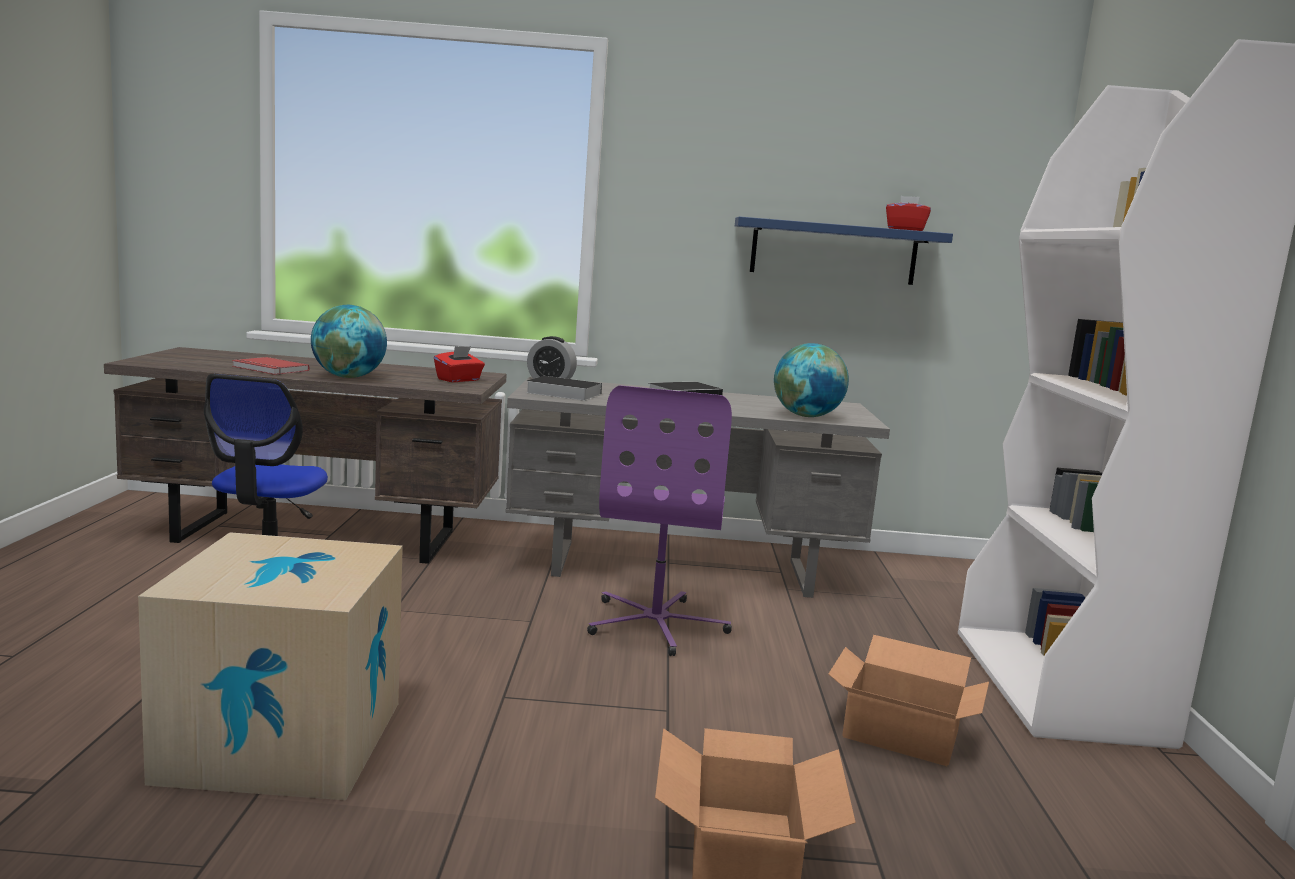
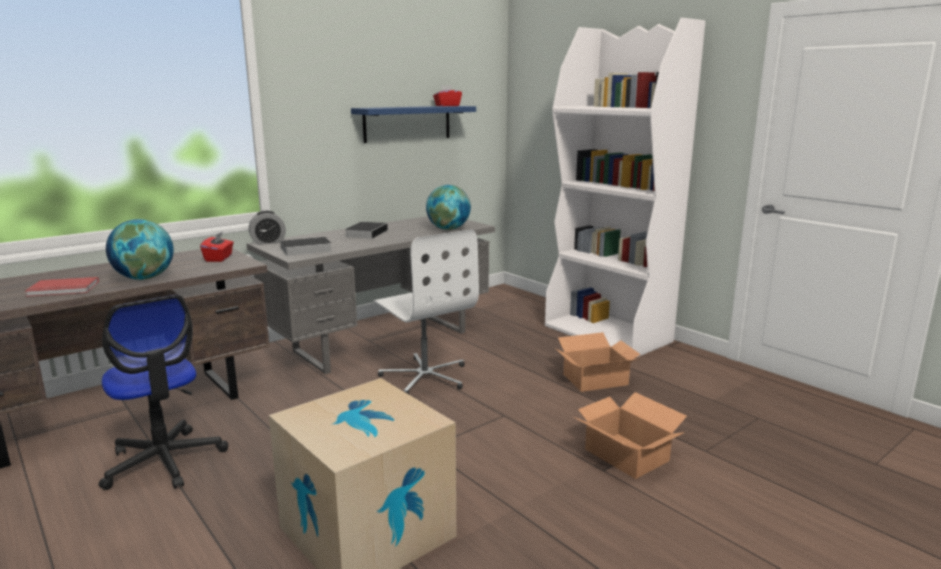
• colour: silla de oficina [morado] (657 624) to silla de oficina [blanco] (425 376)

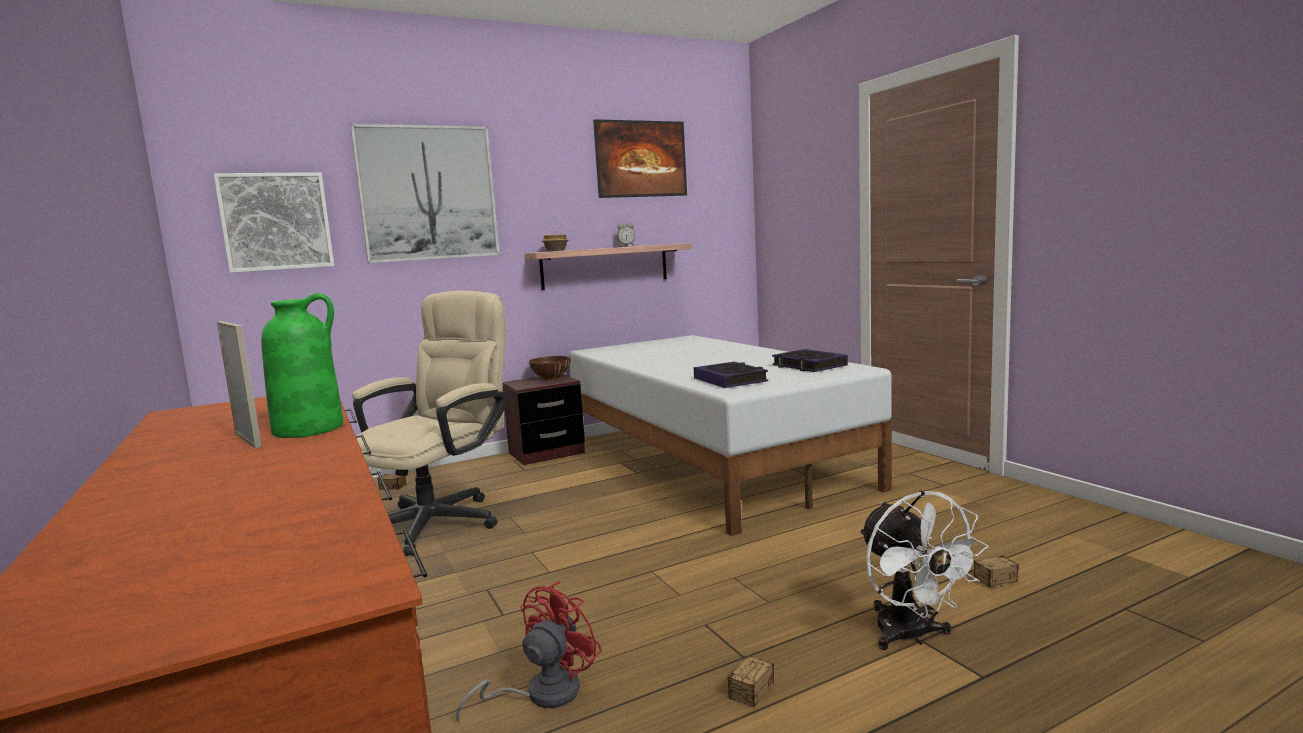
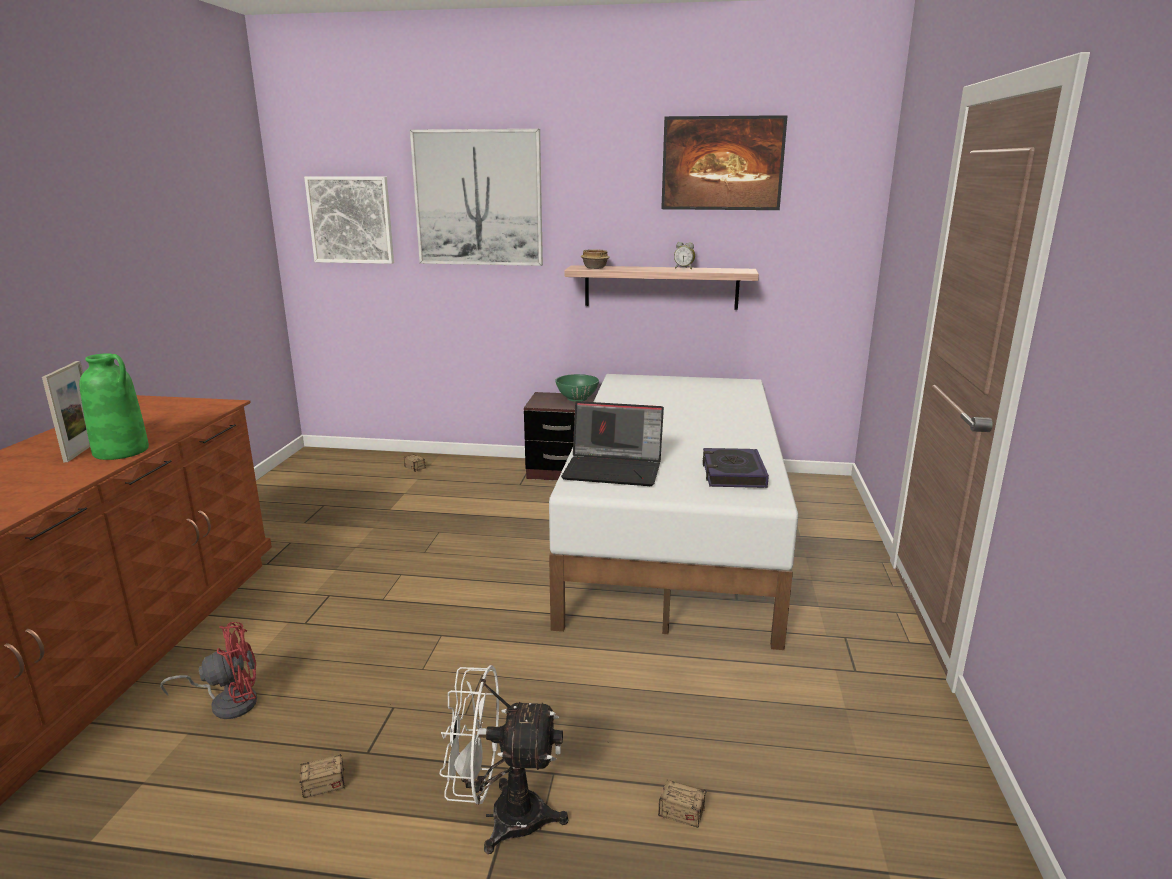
• missing: silla de oficina [beis] (442 519)
• colour: cuenco [marrón] (551 377) to cuenco [verde] (577 398)
• exchanged: libro (730 380) to portátil (614 469)
• spun: ventilador [blanco] (911 636) = (502 817) 75 degrees clockwise

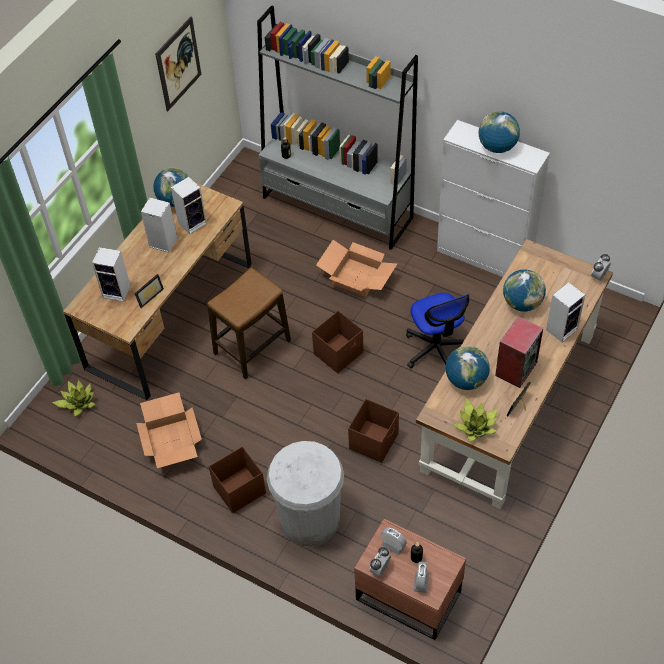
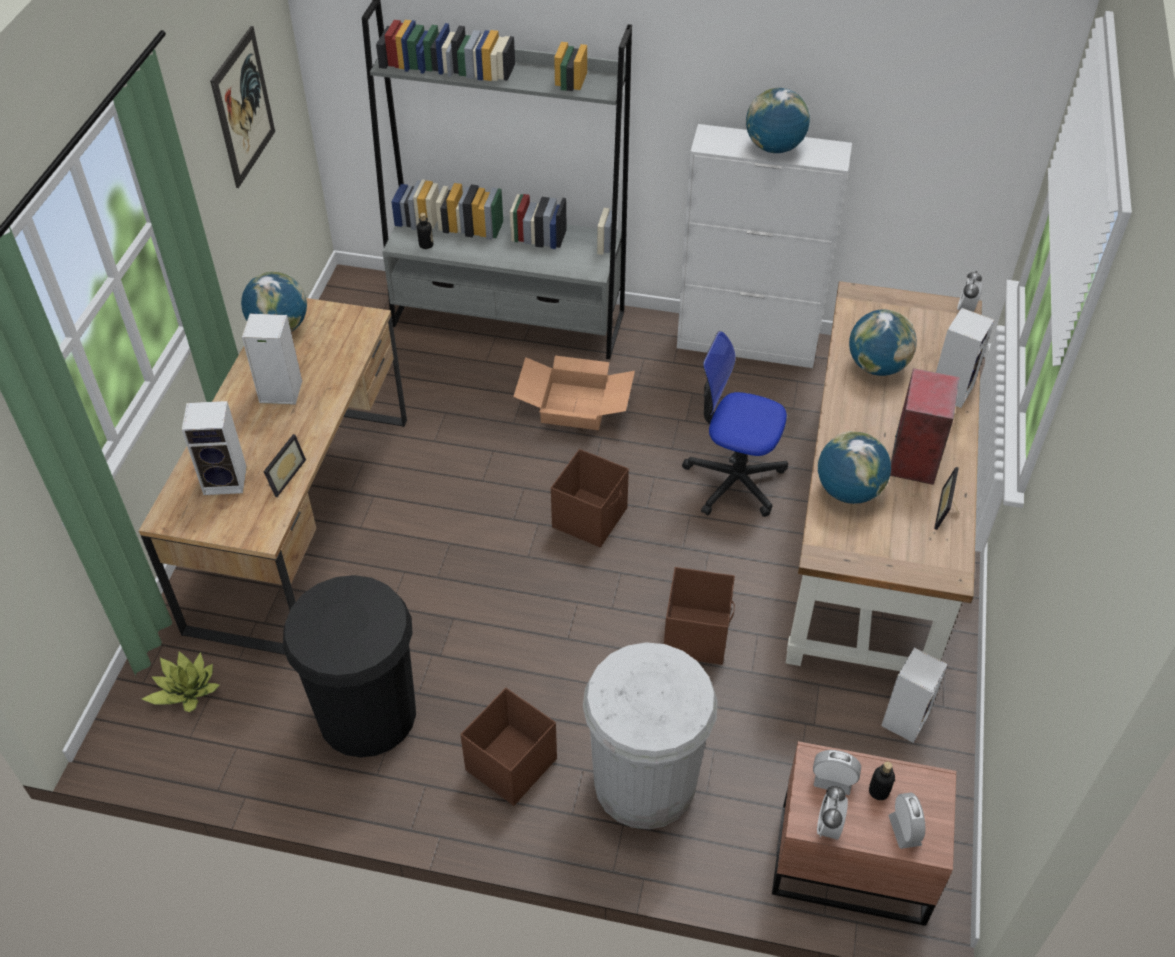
• exchanged: caja de cartón (170 441) to papelera [negro] (367 714)
• relocated: altavoz (193 222) to (905 718)
• missing: taburete (252 347)
• spun: silla de oficina (437 349) = (734 480) 150 degrees clockwise
• missing: planta en maceta (476 426)

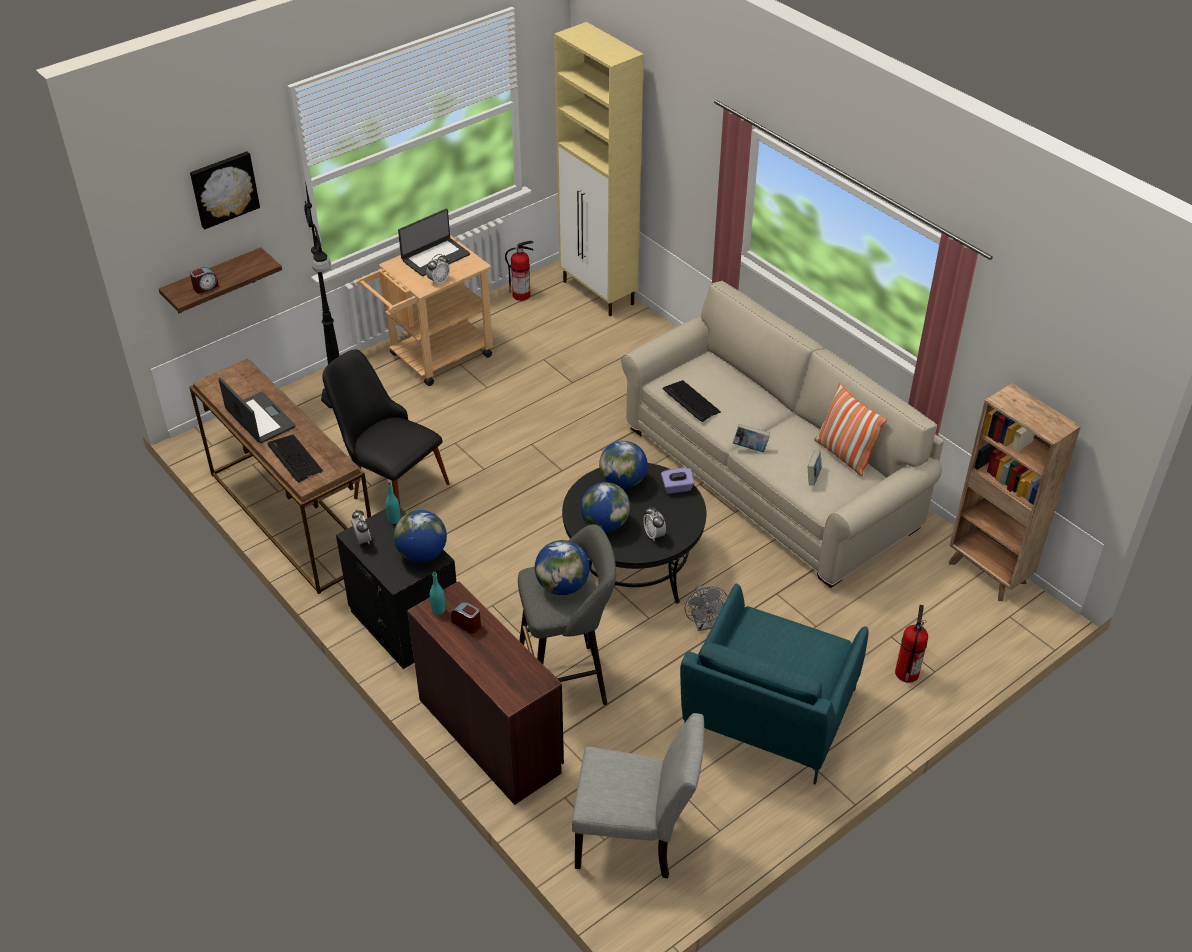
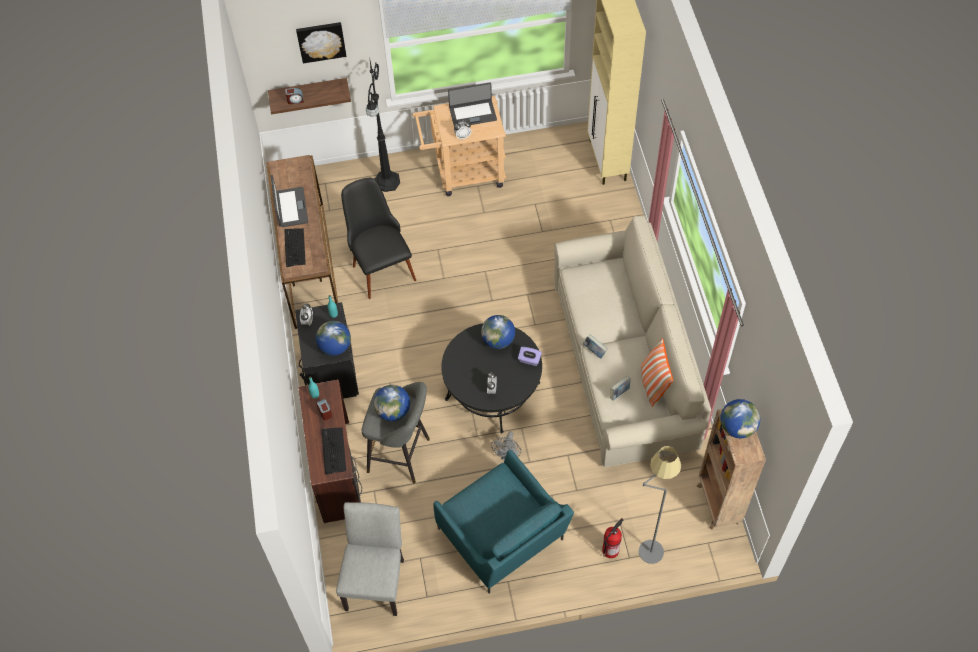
• missing: extintor (522 295)
• spun: silla [gris] (636 840) = (376 579) 120 degrees counterclockwise
• relocated: globo terráqueo (605 524) to (737 427)
• relocated: teclado (691 401) to (333 450)
• spun: sillón [turquesa] (767 717) = (503 538) 90 degrees counterclockwise
• appeared: lámpara de pie [gris] (649 540)

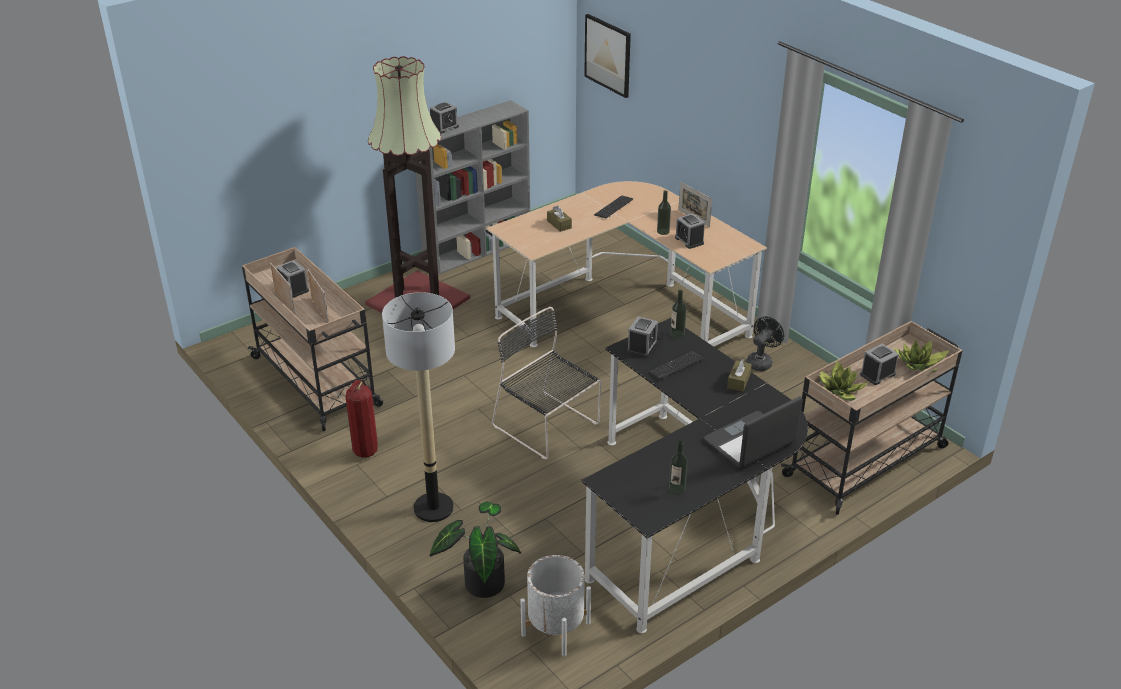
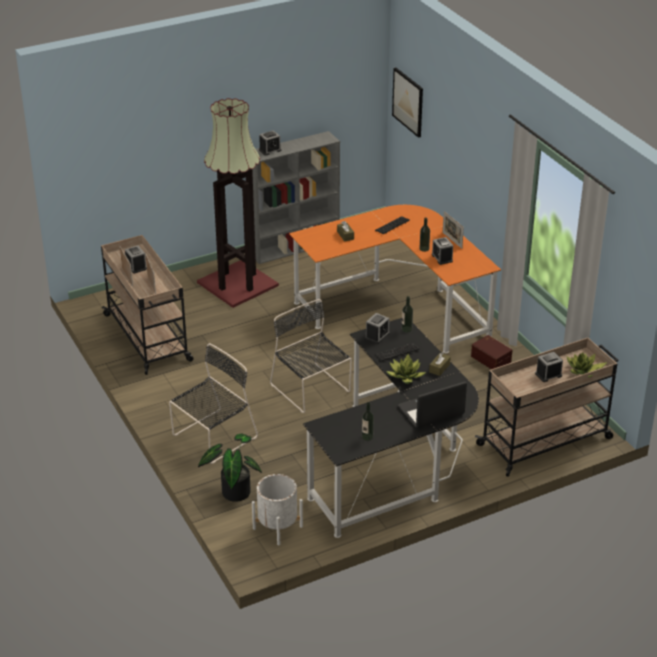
• missing: extintor (366 450)
• exchanged: lámpara de pie (434 508) to silla [negro] (213 437)
• colour: escritorio [beis] (624 310) to escritorio [naranja] (396 307)
• exchanged: ventilador [negro] (761 361) to caja de almacenaje [marrón] (491 358)
• relocated: planta en maceta (839 391) to (405 376)

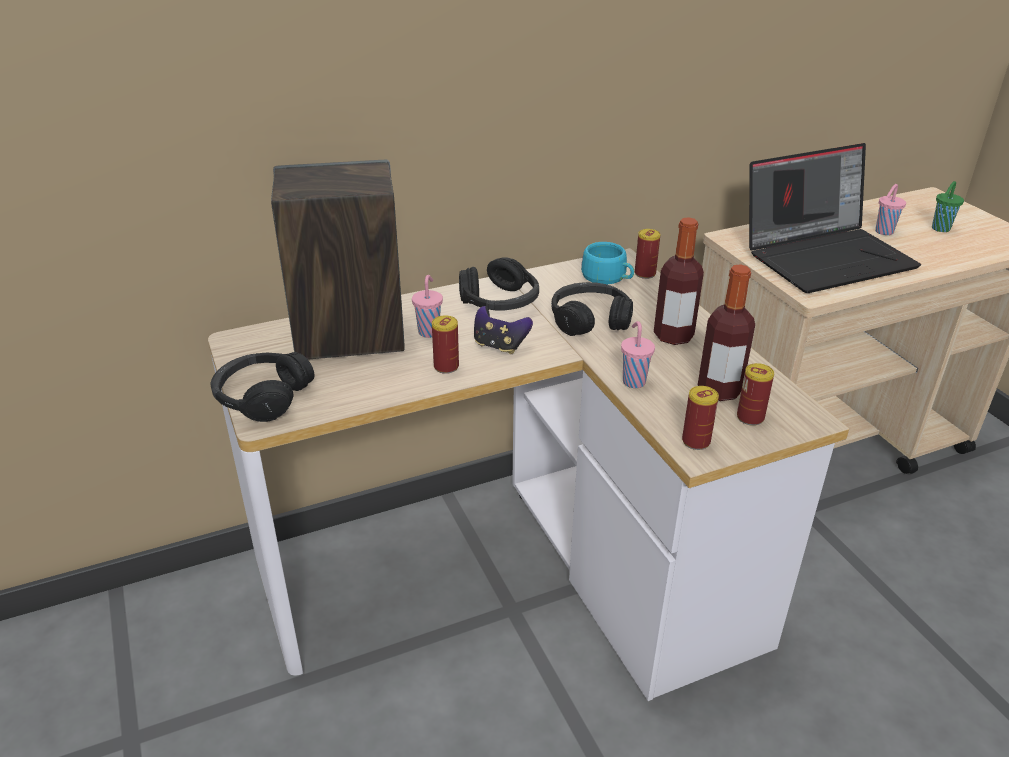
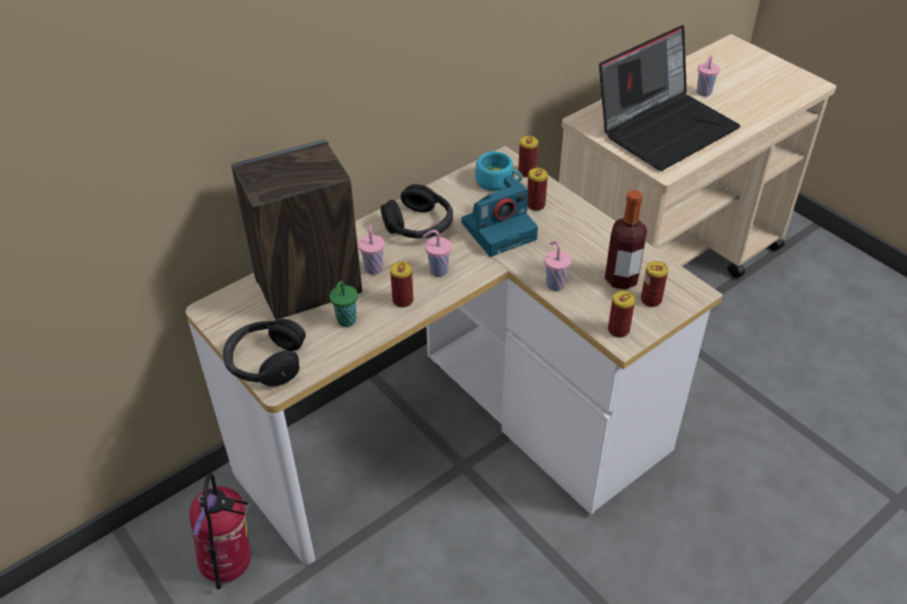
• exchanged: mando de consola (499 346) to taza [rosa] (437 271)
• exchanged: auriculares [negro] (590 320) to cámara (500 230)
• missing: botella (673 336)
• relocated: taza [verde] (940 229) to (345 321)
• appeared: extintor (230 568)
• appeared: lata (535 205)

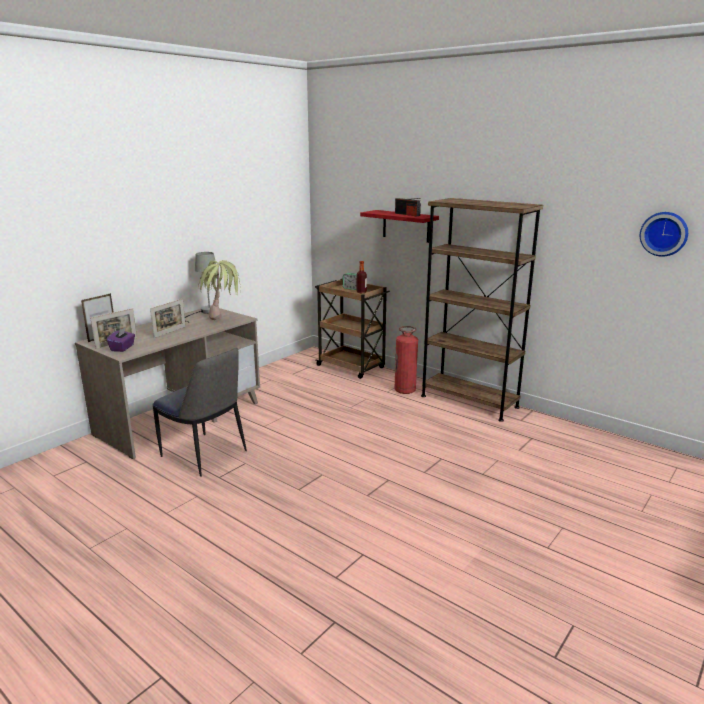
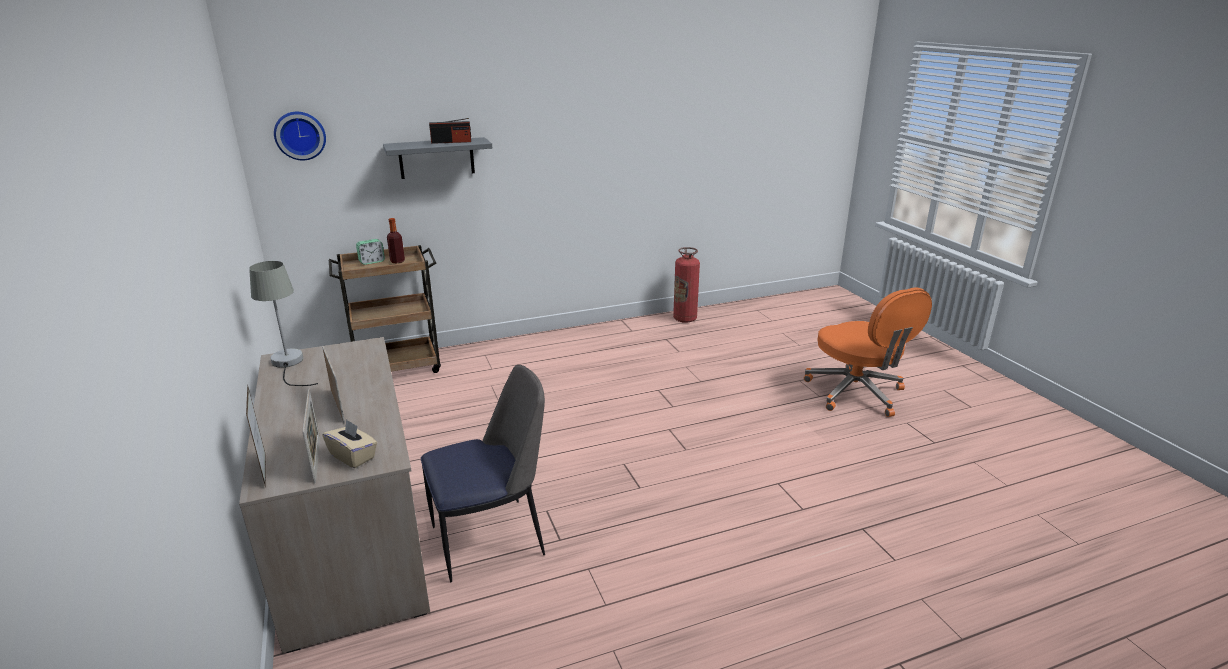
• colour: caja de pañuelos [morado] (123 348) to caja de pañuelos [beis] (353 456)
• missing: planta en maceta (223 322)
• colour: estante [rojo] (406 226) to estante [gris] (436 158)
• relocated: extintor (405 390) to (685 319)
• missing: estantería [marrón] (469 401)
• relocated: reloj de pared (664 233) to (300 135)
• appeared: silla de oficina [naranja] (856 393)

